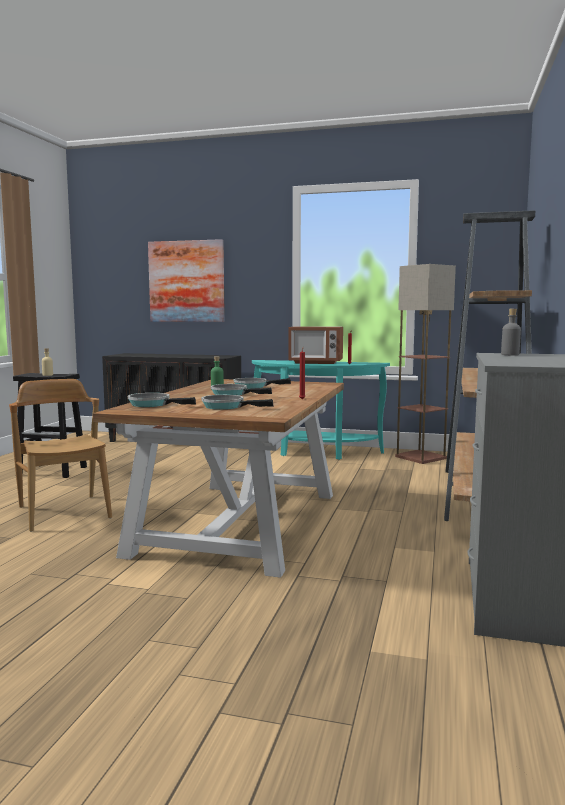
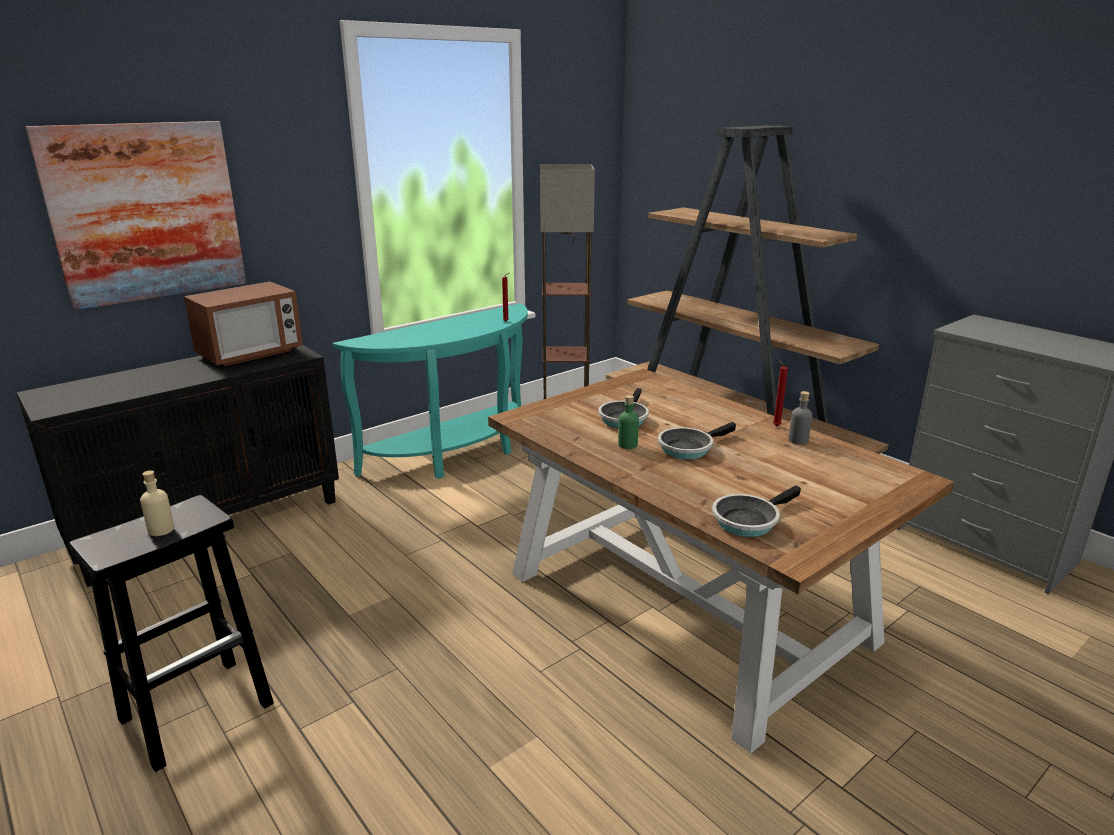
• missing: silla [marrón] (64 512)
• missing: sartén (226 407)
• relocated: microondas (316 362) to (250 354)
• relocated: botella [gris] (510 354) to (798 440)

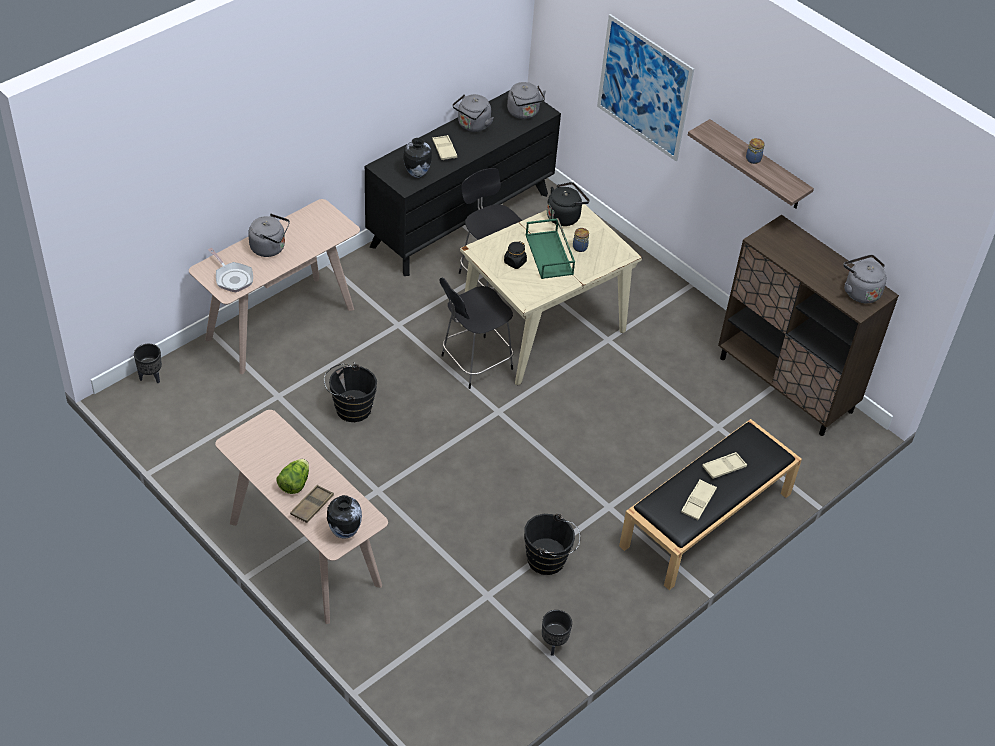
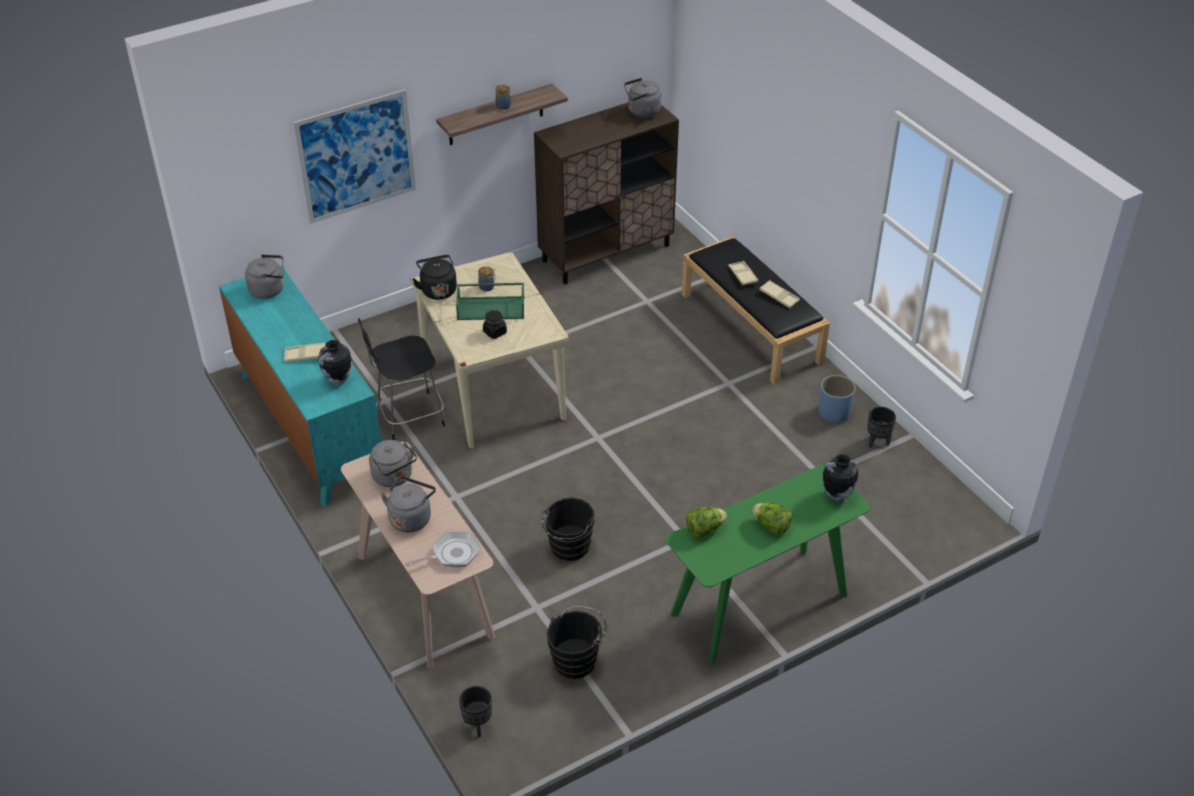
• colour: mesa consola [beis] (304 554) to mesa consola [verde] (759 605)
• missing: bandeja [marrón] (312 506)
• colour: cómoda [negro] (461 219) to cómoda [turquesa] (309 426)
• missing: silla [negro] (474 363)
• relocated: hervidor [gris] (472 125) to (394 477)
• relocated: cubo [negro] (549 561) to (577 659)
• appeared: lechuga (704 529)
• appeared: maceta [azul] (834 412)

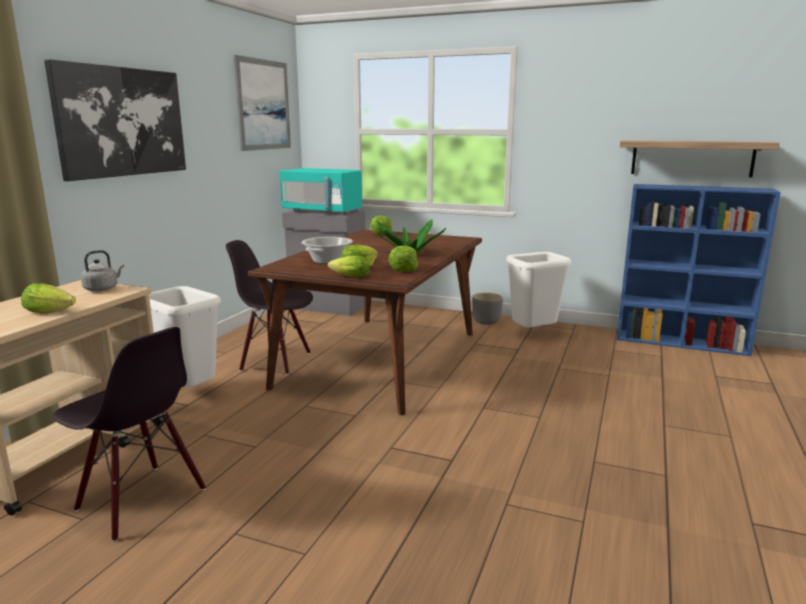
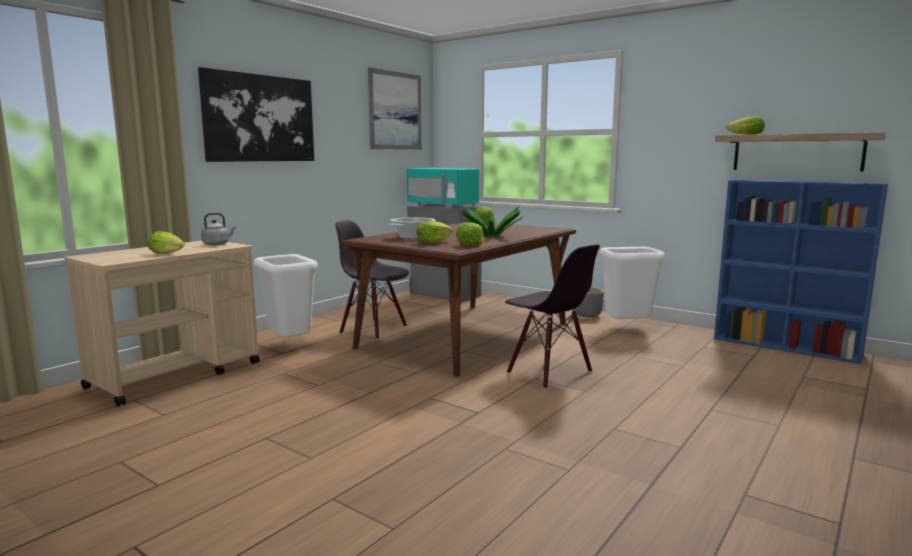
• relocated: silla [negro] (140 500) to (548 373)
• relocated: lechuga (348 277) to (744 135)

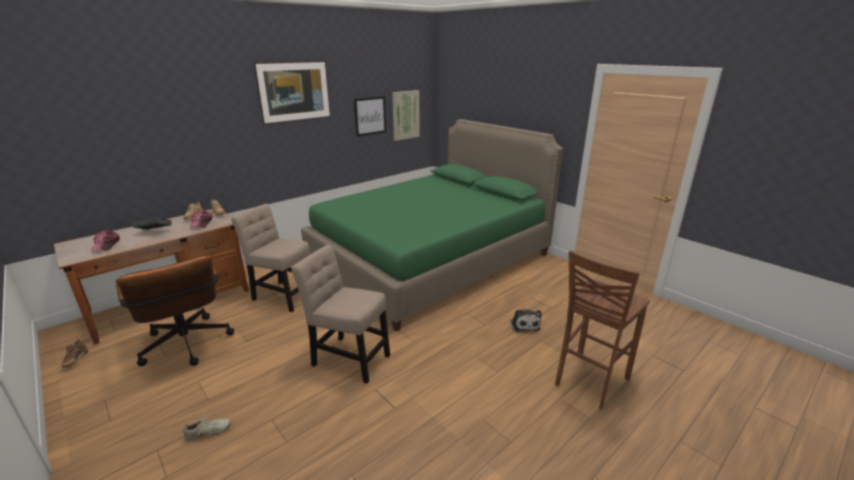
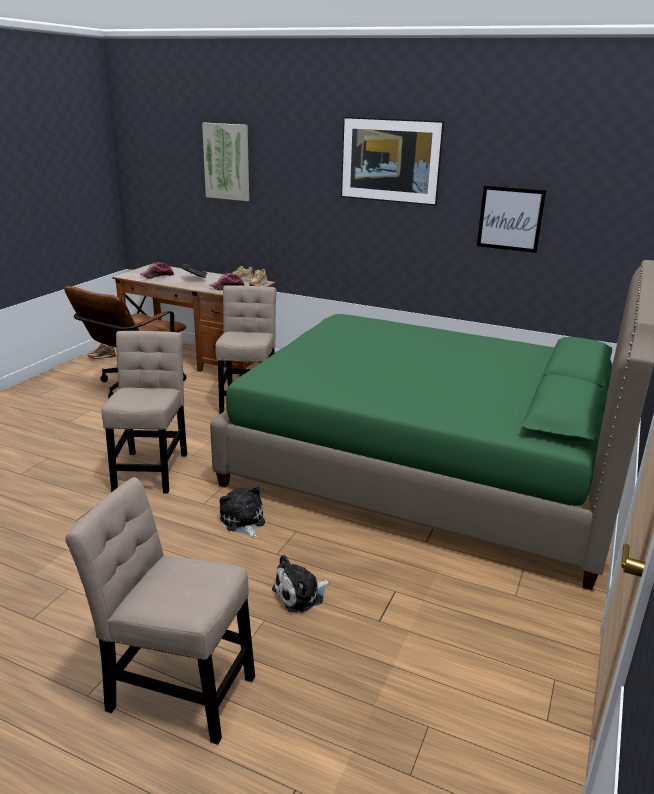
• missing: zapato [beis] (208 432)
• relocated: cuadro (405 115) to (227 161)
• exchanged: taburete [marrón] (589 381) to silla [beis] (175 689)
• appeared: peluche (243 521)

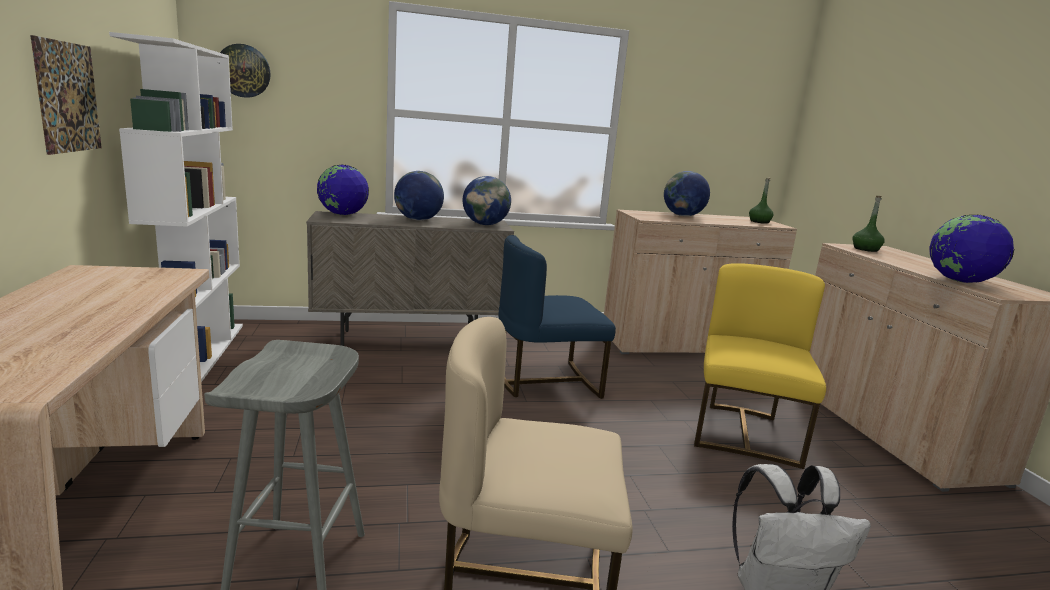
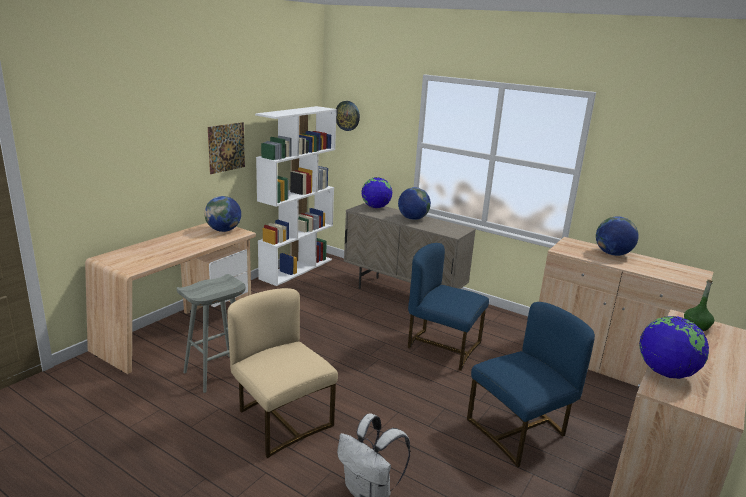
• relocated: globo terráqueo (485 224) to (223 230)
• colour: silla [amarillo] (744 433) to silla [azul] (520 431)
• missing: botella [verde] (759 222)

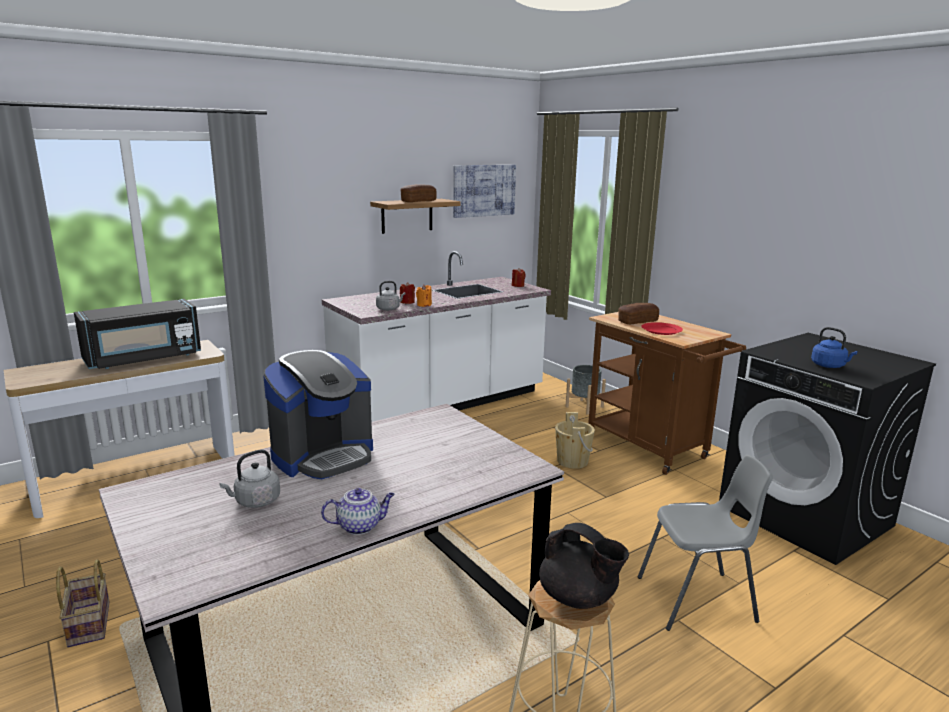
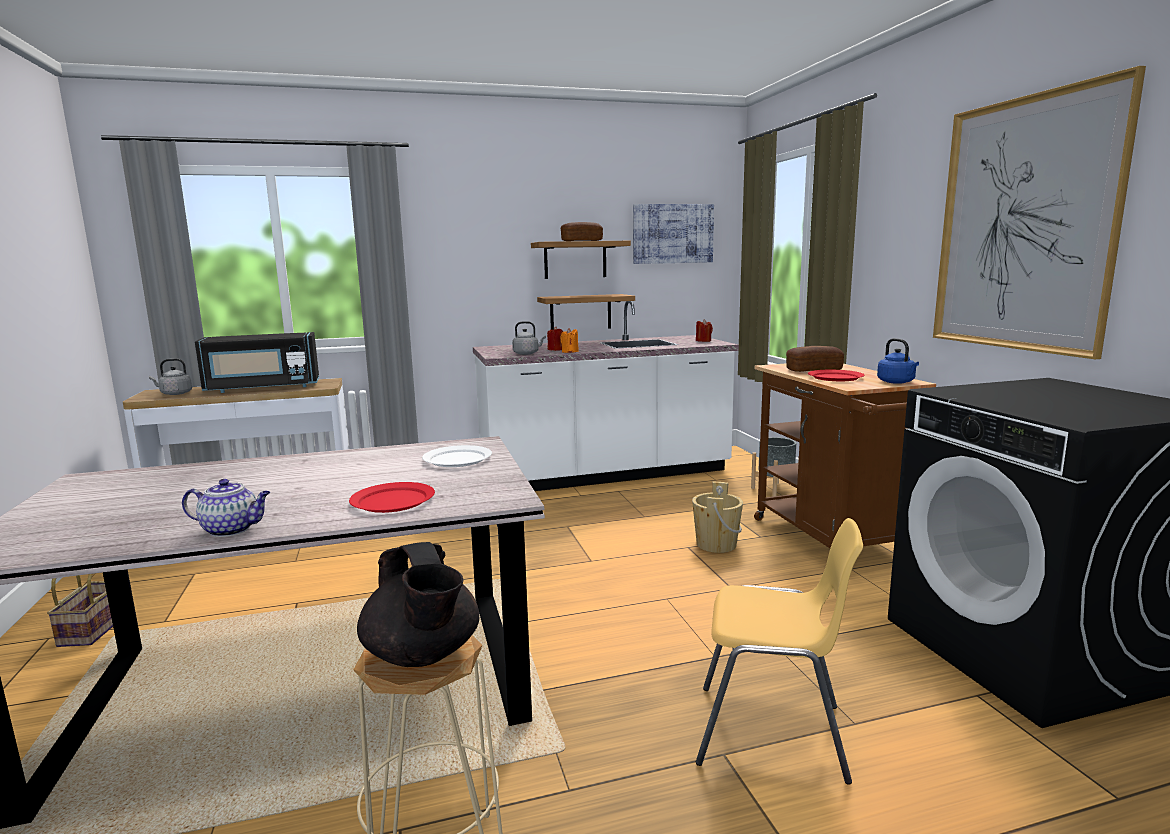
• relocated: hervidor [gris] (255 502) to (174 394)
• missing: cafetera (323 456)
• colour: silla [gris] (697 600) to silla [amarillo] (772 734)
• relocated: hervidor [azul] (829 366) to (897 382)
• appeared: plato [rojo] (392 501)
• appeared: plato [blanco] (457 459)
• appeared: estante (580 312)
• appeared: cuadro (1023 225)

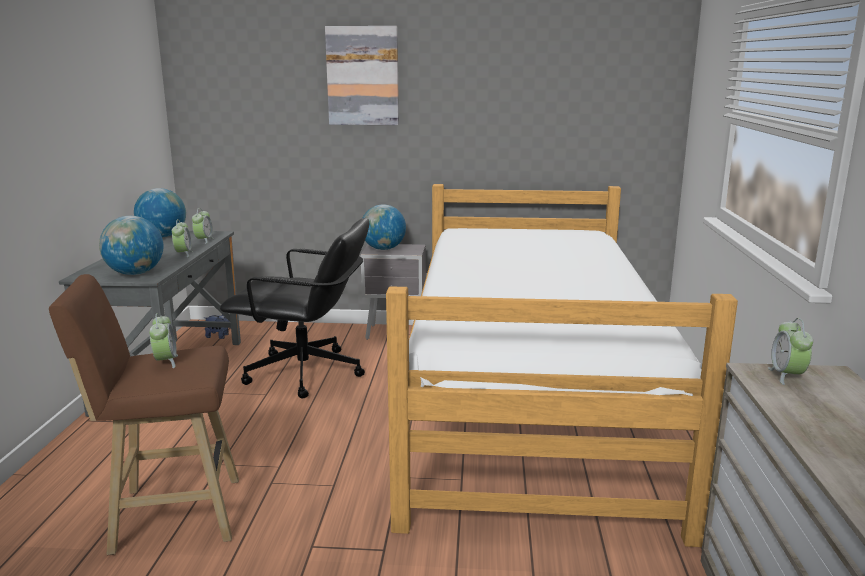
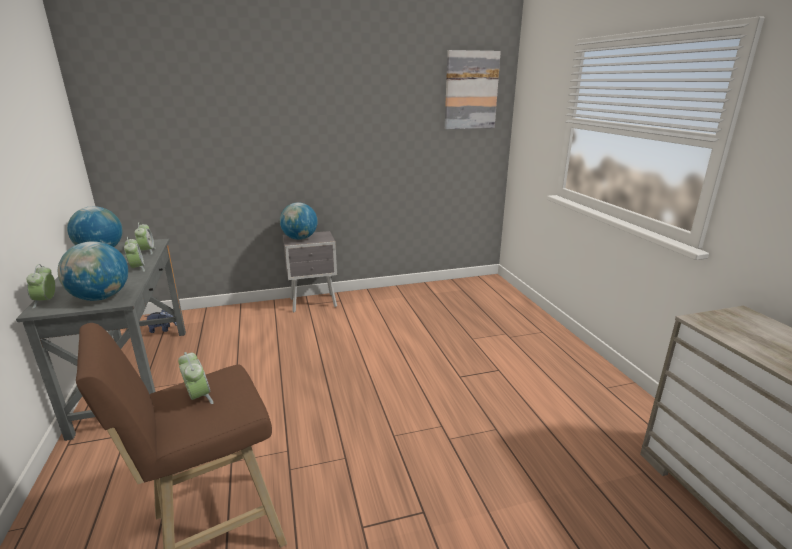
• missing: silla de oficina [negro] (305 373)
• relocated: cuadro (363 76) to (471 90)
• missing: cama (530 404)
• relocated: despertador (787 376) to (46 301)

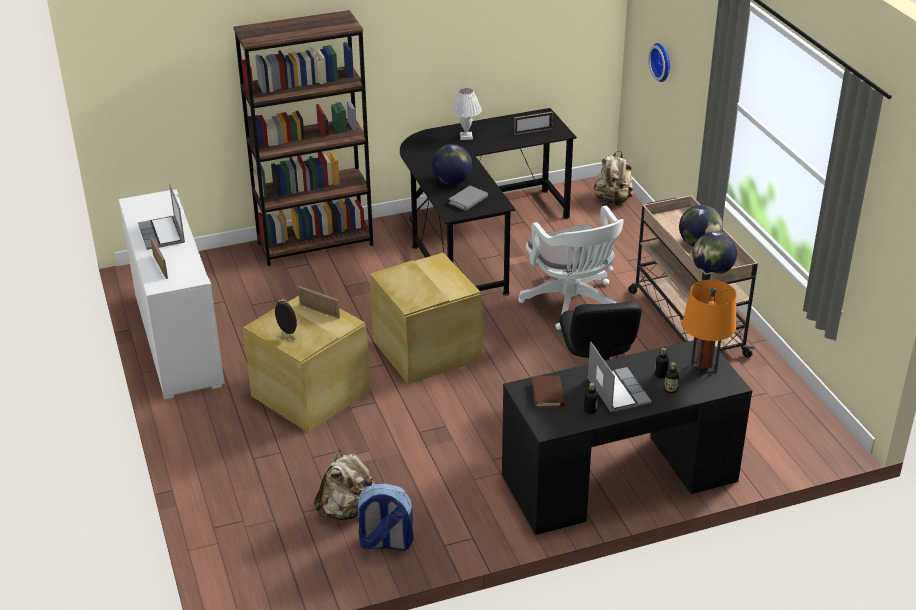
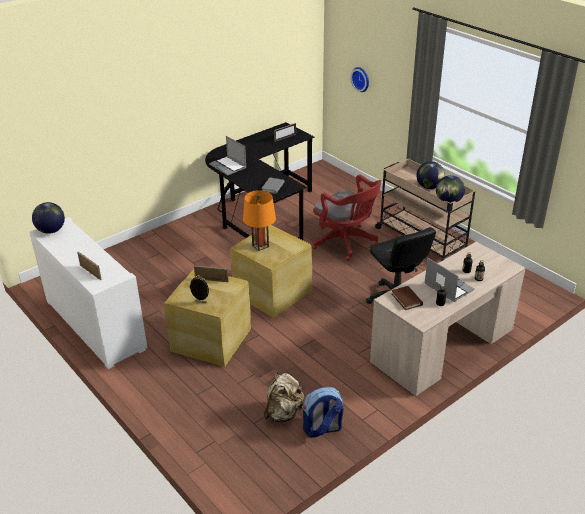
• relocated: portátil (162 234) to (228 166)
• missing: estantería [marrón] (315 244)
• relocated: globo terráqueo (452 181) to (51 231)
• missing: lámpara de mesa [blanco] (466 137)
• colour: escritorio [negro] (618 477) to escritorio [beis] (442 345)
• colour: silla de oficina [blanco] (572 304) to silla de oficina [rojo] (346 243)
• missing: mochila [beis] (613 200)
• relocated: lámpara de mesa [naranja] (703 367) to (260 246)

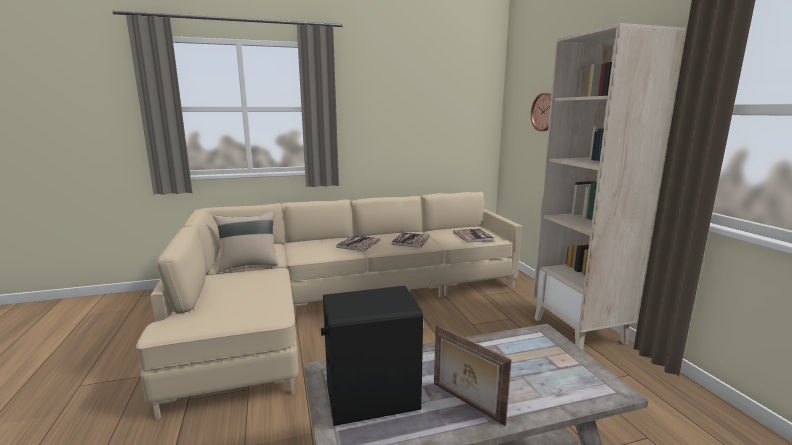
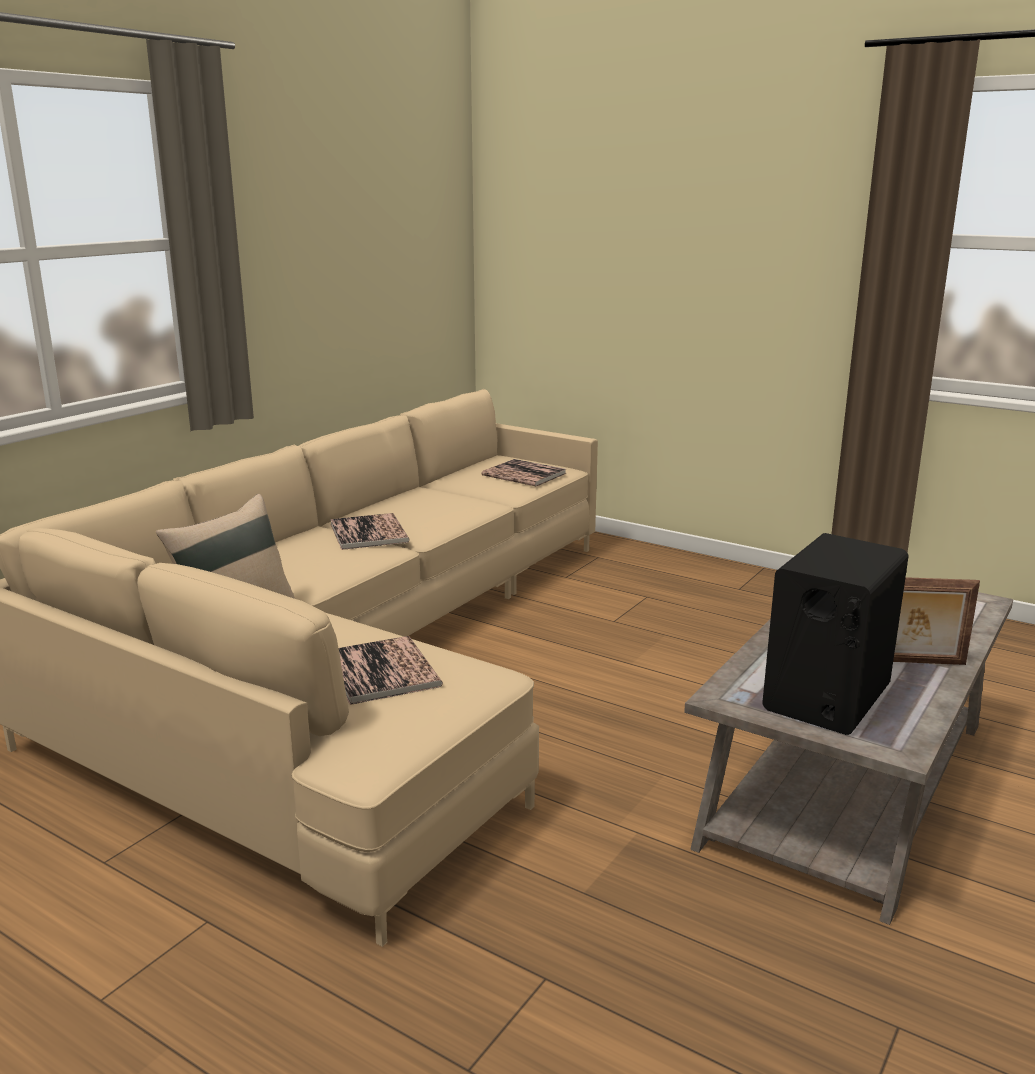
• relocated: libro (411 241) to (382 671)
• missing: reloj de pared (545 112)
• missing: estantería [beis] (579 331)

